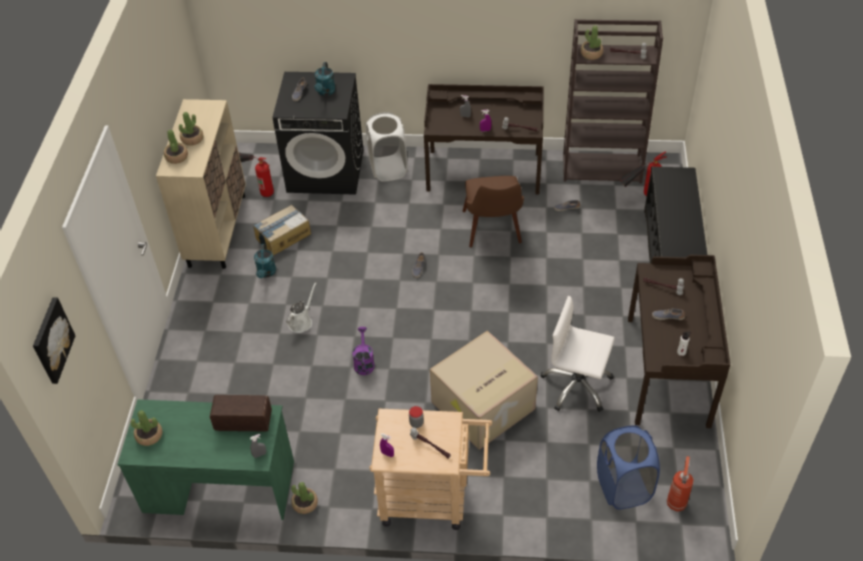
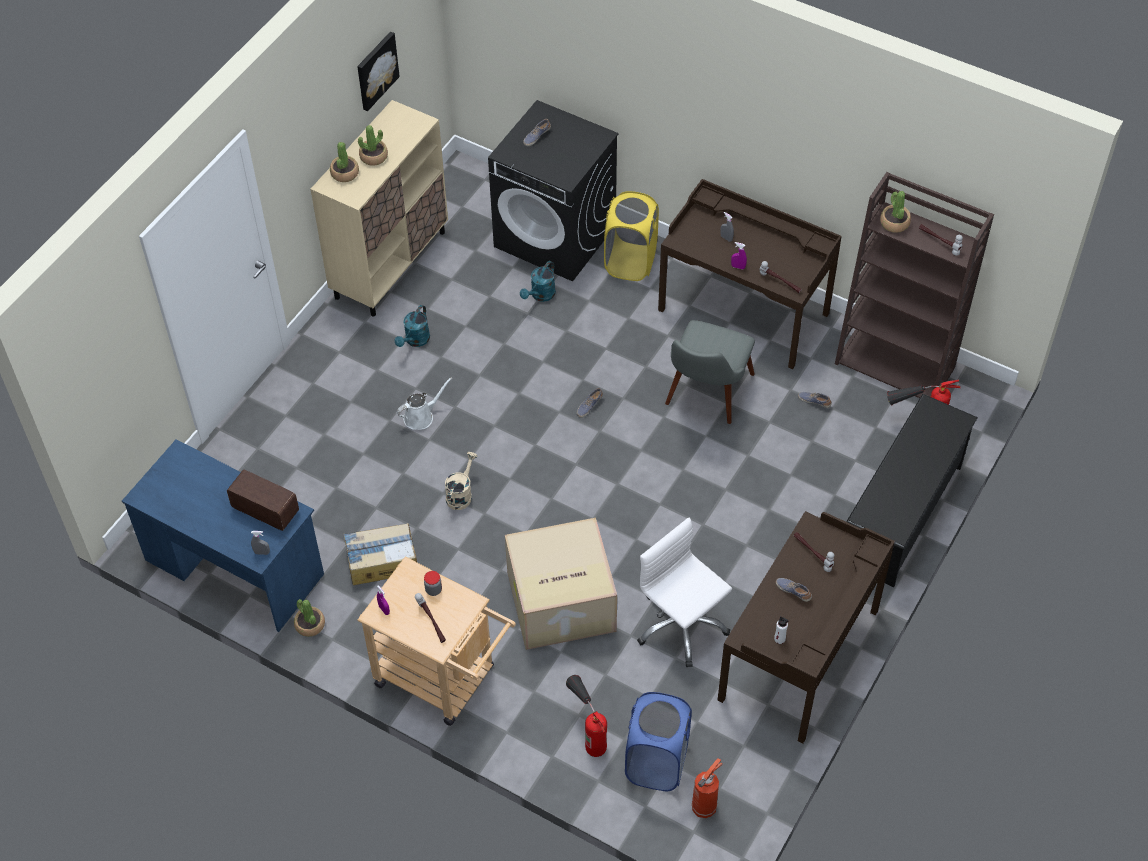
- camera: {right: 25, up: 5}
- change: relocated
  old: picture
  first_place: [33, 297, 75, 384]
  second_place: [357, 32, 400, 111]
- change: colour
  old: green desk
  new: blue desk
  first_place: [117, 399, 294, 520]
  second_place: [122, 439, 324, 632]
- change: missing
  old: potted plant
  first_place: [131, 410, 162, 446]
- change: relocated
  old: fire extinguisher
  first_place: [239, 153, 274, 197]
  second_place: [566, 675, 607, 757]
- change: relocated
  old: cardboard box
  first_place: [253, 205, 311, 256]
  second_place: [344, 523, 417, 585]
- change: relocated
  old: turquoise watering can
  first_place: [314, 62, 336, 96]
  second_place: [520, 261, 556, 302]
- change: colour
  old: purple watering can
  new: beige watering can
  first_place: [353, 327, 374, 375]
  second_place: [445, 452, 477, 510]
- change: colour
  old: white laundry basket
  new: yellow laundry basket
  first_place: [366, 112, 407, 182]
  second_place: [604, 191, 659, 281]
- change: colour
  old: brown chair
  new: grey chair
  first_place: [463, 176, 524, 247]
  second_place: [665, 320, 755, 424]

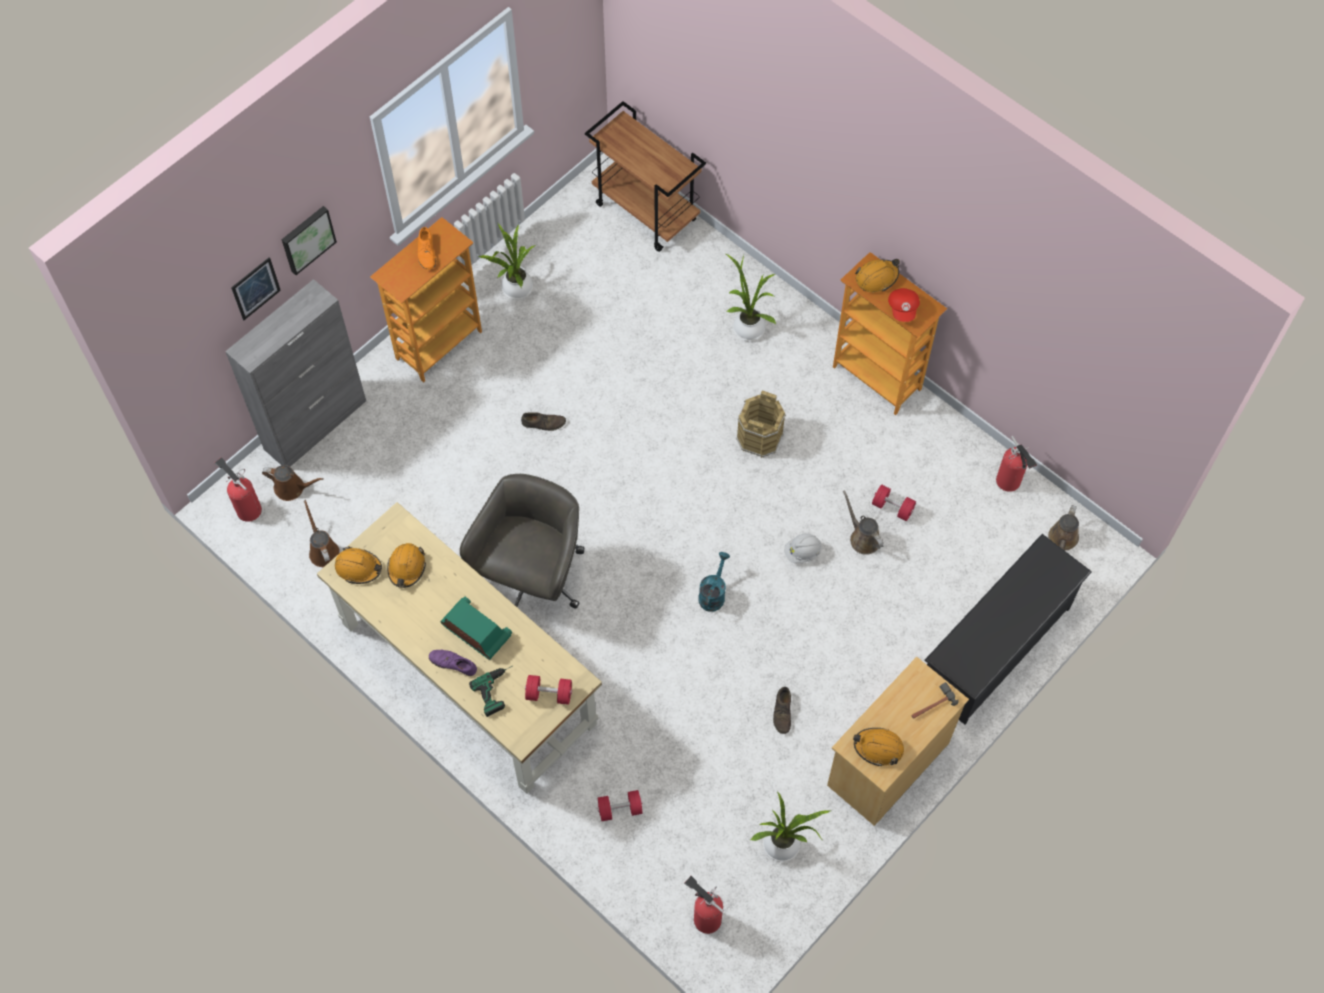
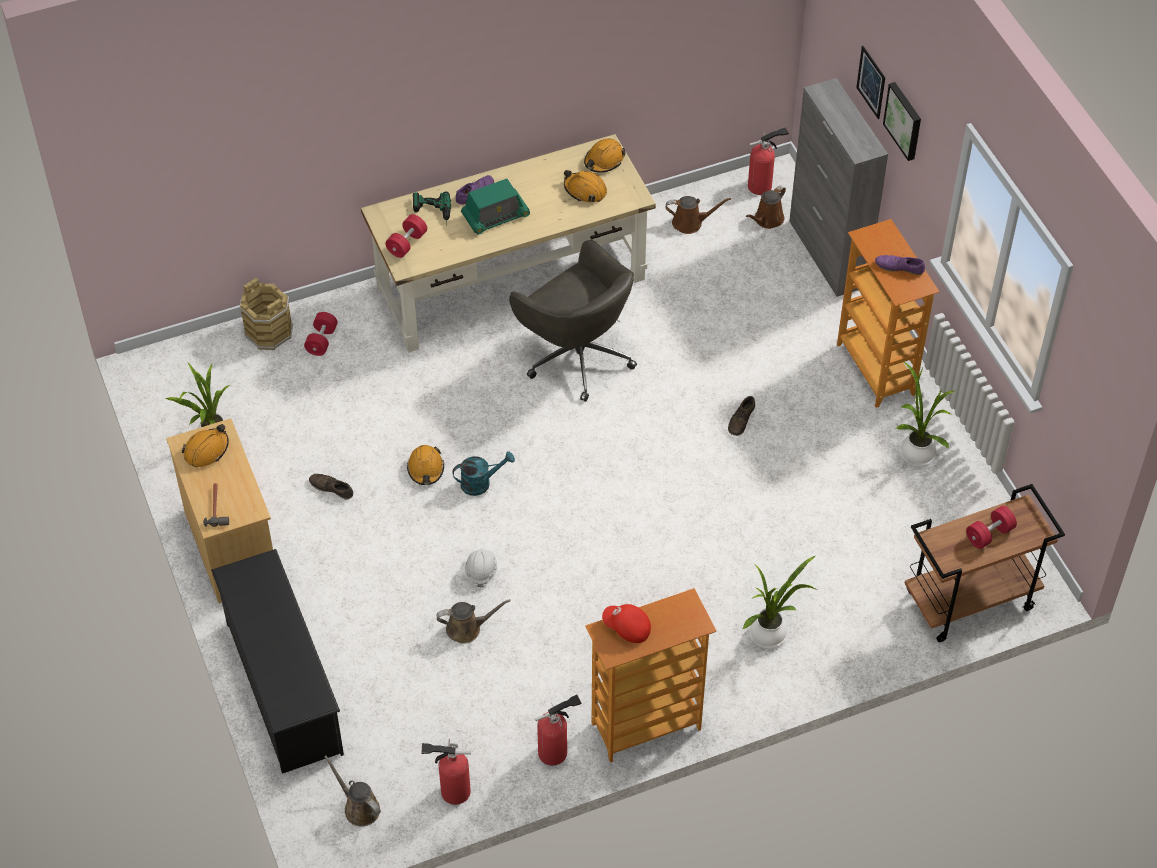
- camera: {right: 115, up: -10}
- change: colour
  old: orange shoe
  new: purple shoe
  first_place: [418, 227, 436, 269]
  second_place: [875, 255, 925, 275]
- change: relocated
  old: fire extinguisher
  first_place: [684, 876, 724, 934]
  second_place: [535, 695, 581, 766]
- change: spun
  old: turquoise watering can
  first_place: [698, 552, 730, 612]
  second_place: [452, 451, 515, 496]
  degrees: -60
- change: relocated
  old: brown bucket
  first_place: [736, 390, 786, 458]
  second_place: [240, 278, 293, 350]
- change: relocated
  old: orange hard hat
  first_place: [855, 259, 900, 292]
  second_place: [407, 445, 444, 485]
- change: relocated
  old: red dumbbell
  first_place: [872, 485, 916, 521]
  second_place: [966, 506, 1017, 549]

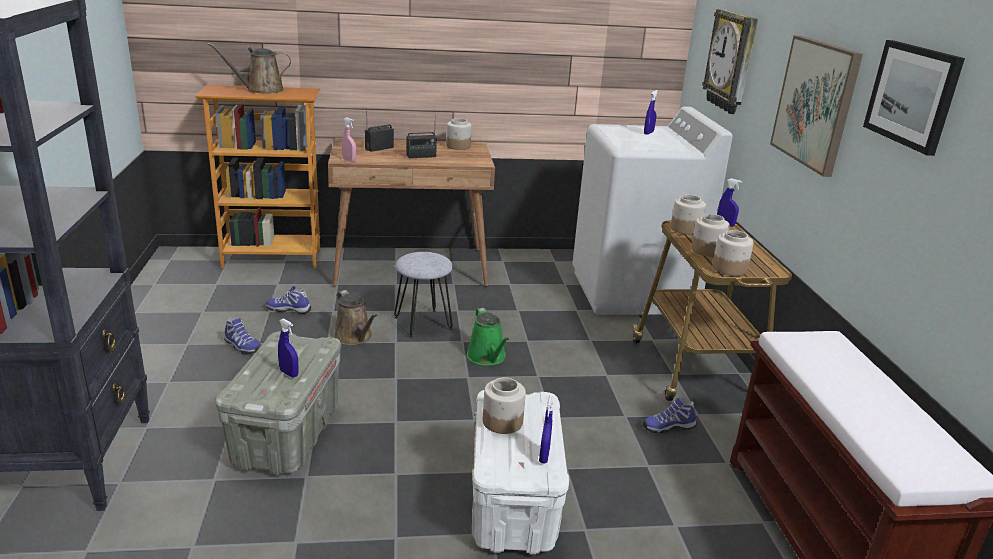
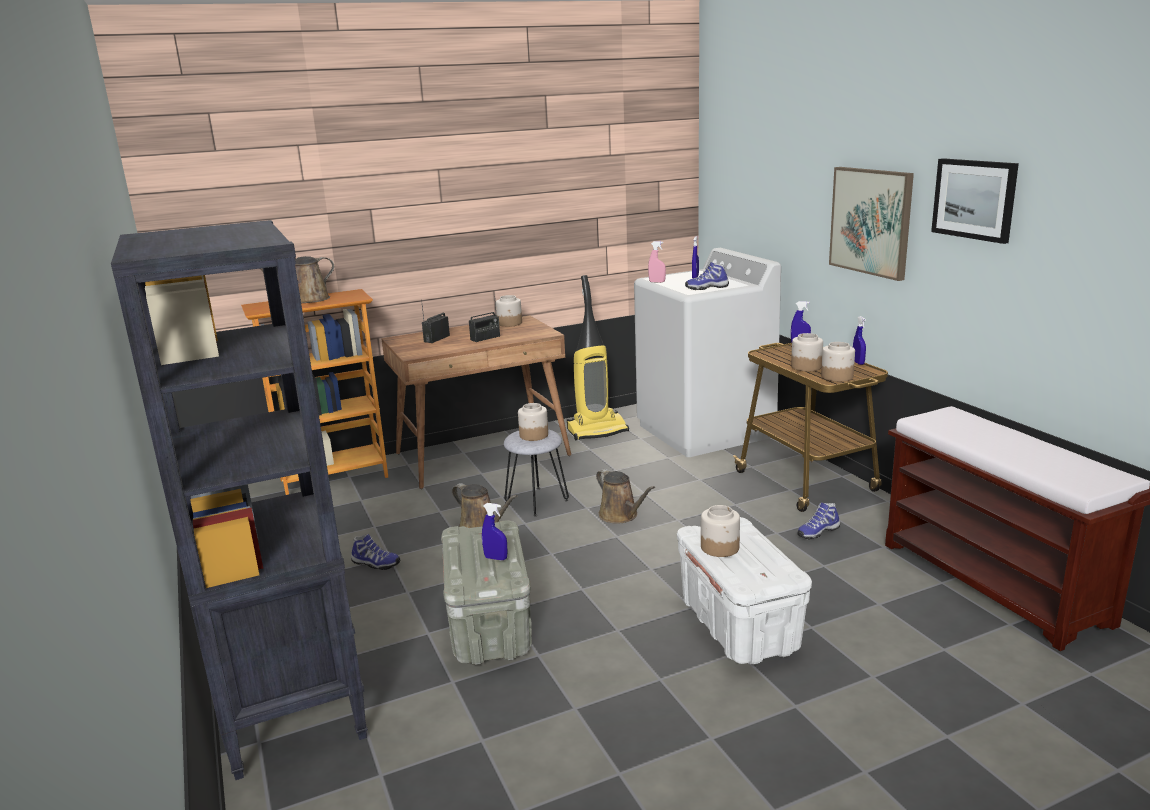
- camera: {right: -15, up: -5}
- change: relocated
  old: shoe
  first_place: [266, 286, 311, 314]
  second_place: [685, 262, 729, 290]
- change: relocated
  old: pink spray bottle
  first_place: [342, 117, 356, 162]
  second_place: [648, 241, 666, 283]
- change: colour
  old: green watering can
  new: brown watering can
  first_place: [467, 308, 509, 366]
  second_place: [596, 469, 655, 524]
- change: relocated
  old: blue spray bottle
  first_place: [539, 396, 553, 463]
  second_place: [853, 316, 866, 365]
- change: relocated
  old: jar
  first_place: [670, 195, 706, 235]
  second_place: [518, 403, 548, 441]
- change: missing
  old: wall clock
  first_place: [702, 9, 758, 114]
- change: appeared
  new: vacuum cleaner
  second_place: [567, 275, 629, 440]

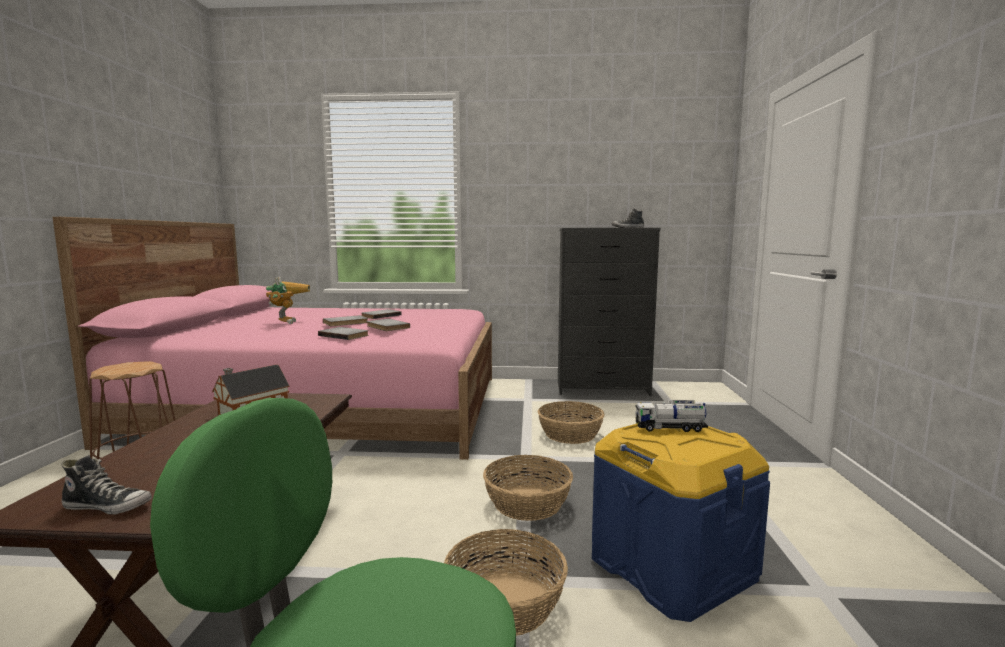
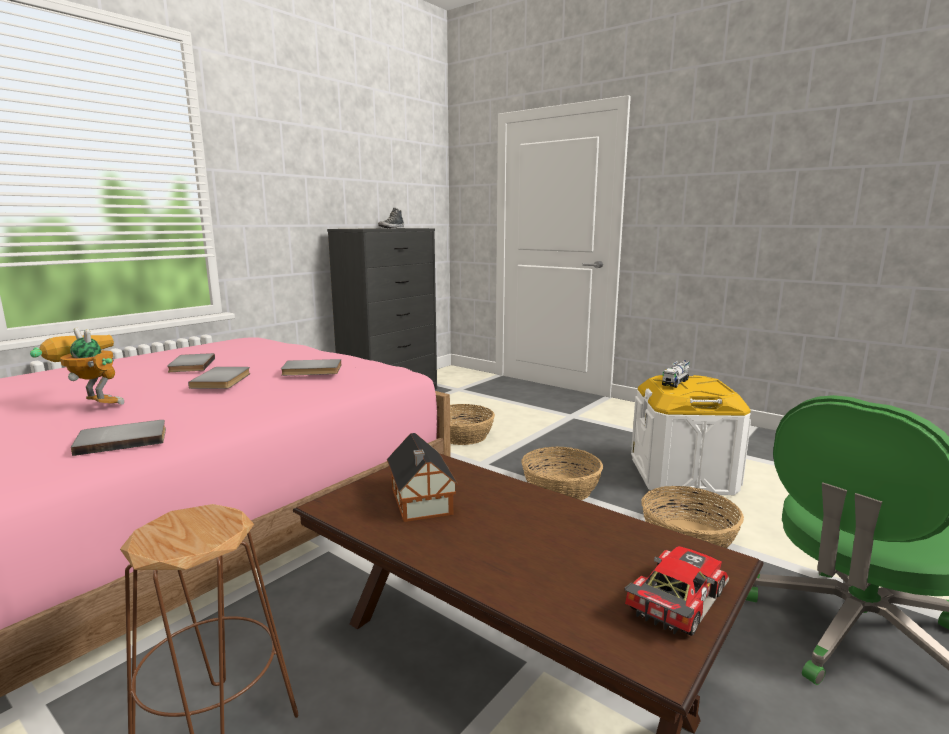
- camera: {right: -55, up: 5}
- change: exchanged
  old: shoe
  new: toy car
  first_place: [62, 455, 152, 515]
  second_place: [624, 546, 729, 636]
- change: relocated
  old: grey book
  first_place: [318, 327, 369, 340]
  second_place: [71, 420, 166, 456]
- change: colour
  old: blue storage box
  new: white storage box
  first_place: [592, 424, 770, 622]
  second_place: [631, 375, 751, 495]

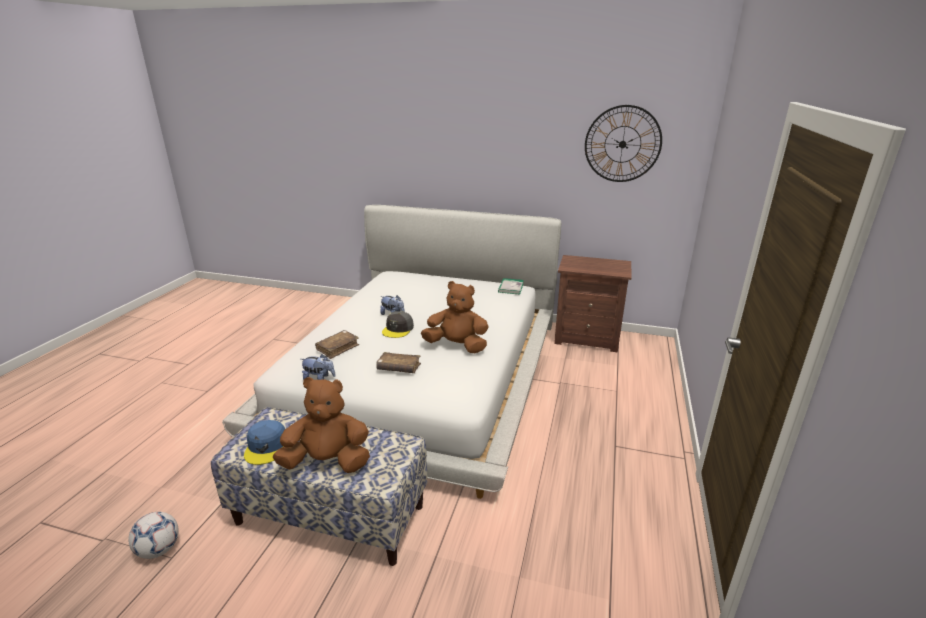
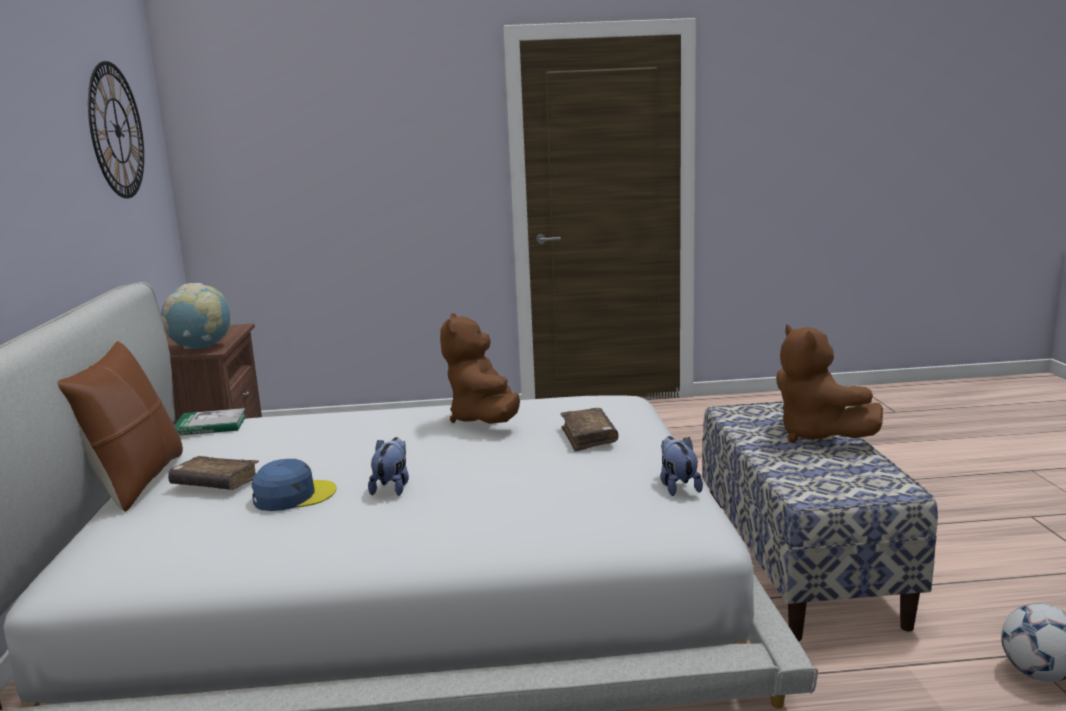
- camera: {right: -110, up: -10}
- change: relocated
  old: blue cap
  first_place: [244, 420, 285, 465]
  second_place: [252, 459, 337, 511]
- change: relocated
  old: brown book
  first_place: [315, 330, 359, 359]
  second_place: [168, 456, 259, 490]
- change: missing
  old: grey cap
  first_place: [382, 311, 414, 338]
- change: appeared
  new: brown pillow
  second_place: [57, 341, 183, 512]
- change: appeared
  new: globe
  second_place: [161, 283, 231, 349]

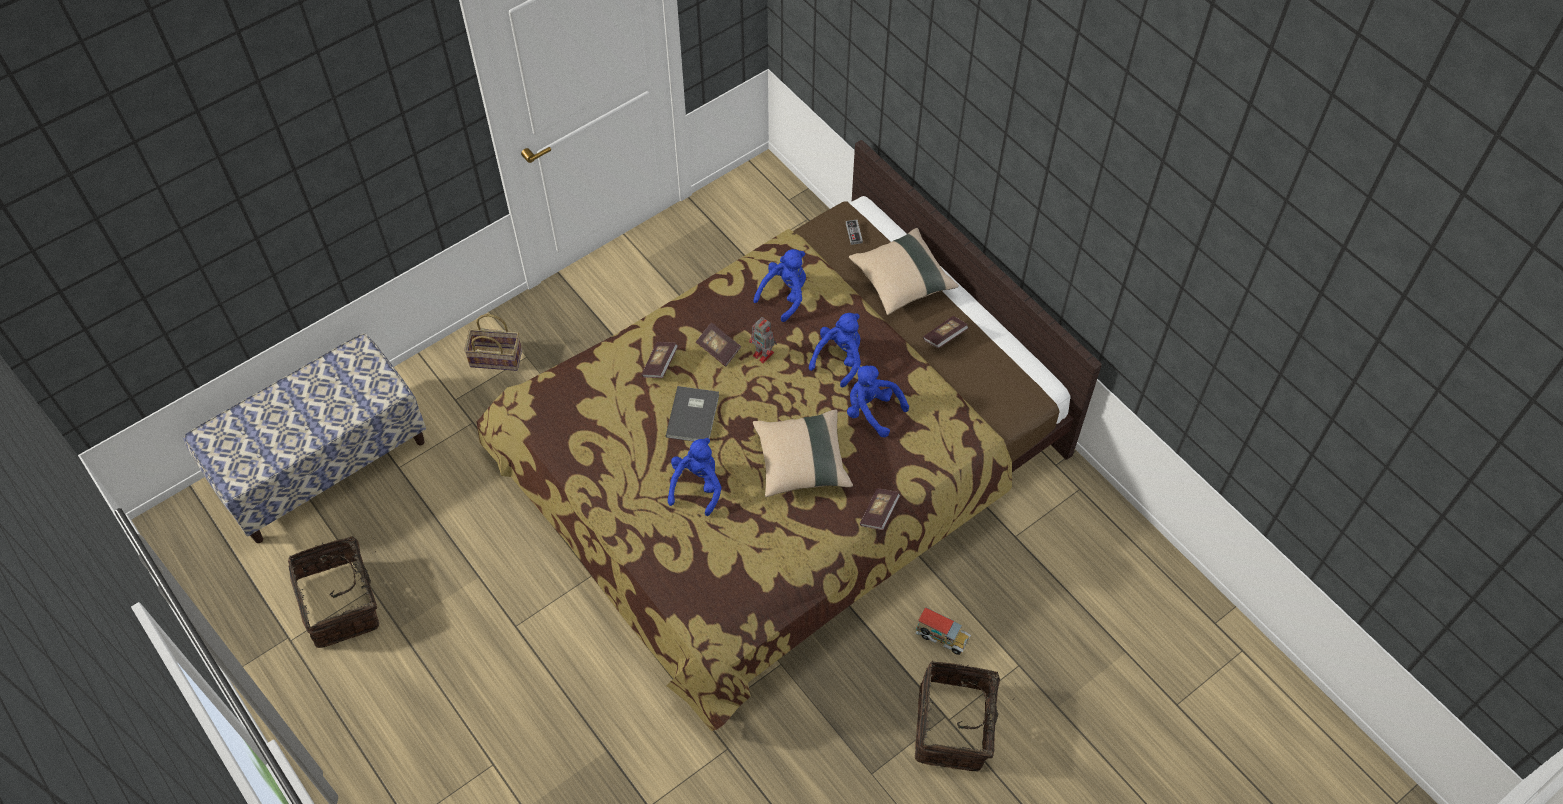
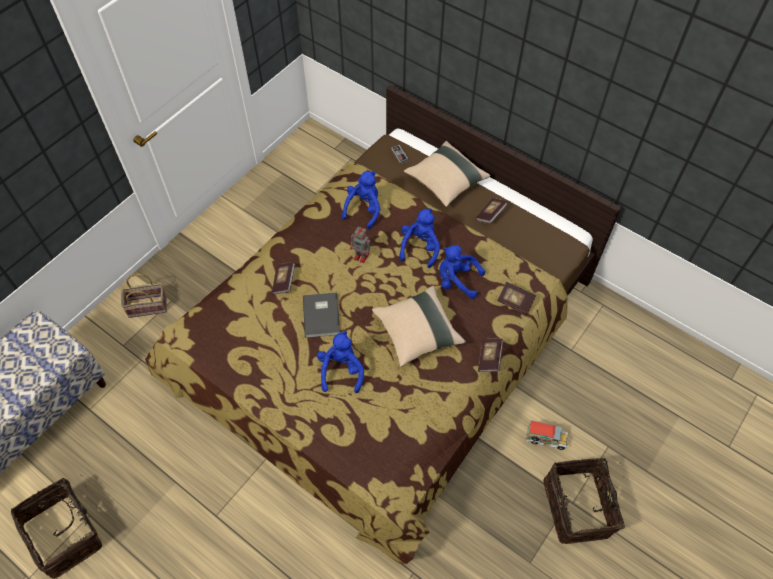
- camera: {right: -15, up: 0}
- change: relocated
  old: book
  first_place: [696, 322, 741, 367]
  second_place: [497, 282, 536, 314]

